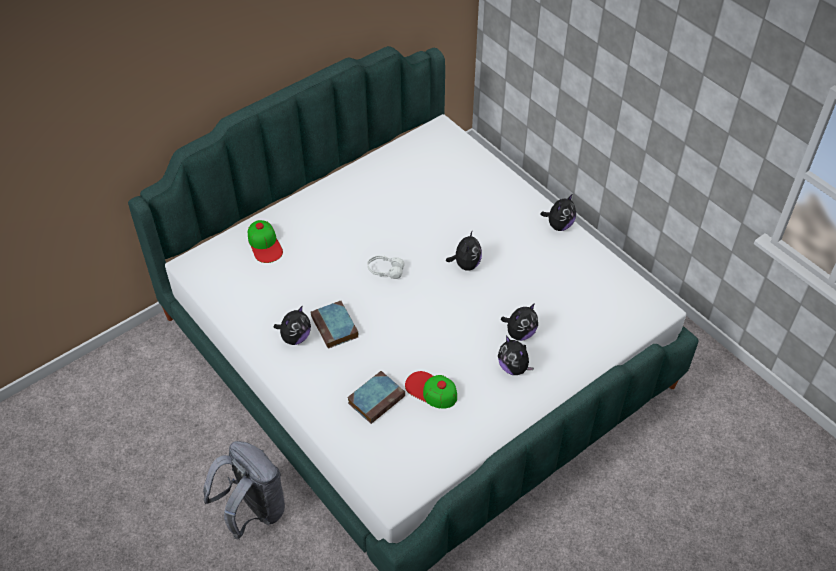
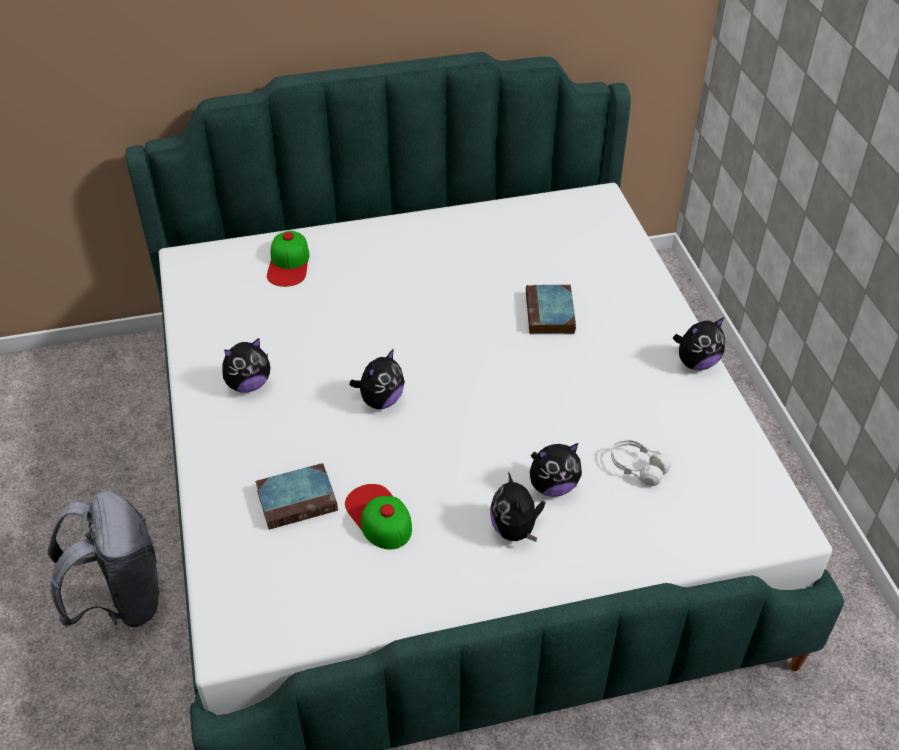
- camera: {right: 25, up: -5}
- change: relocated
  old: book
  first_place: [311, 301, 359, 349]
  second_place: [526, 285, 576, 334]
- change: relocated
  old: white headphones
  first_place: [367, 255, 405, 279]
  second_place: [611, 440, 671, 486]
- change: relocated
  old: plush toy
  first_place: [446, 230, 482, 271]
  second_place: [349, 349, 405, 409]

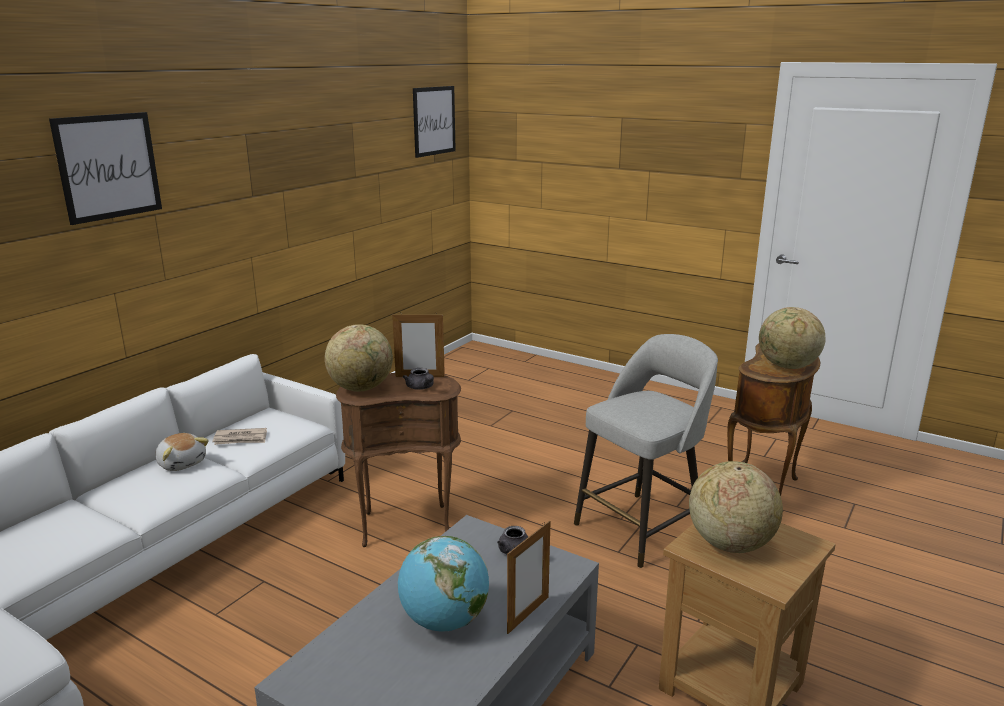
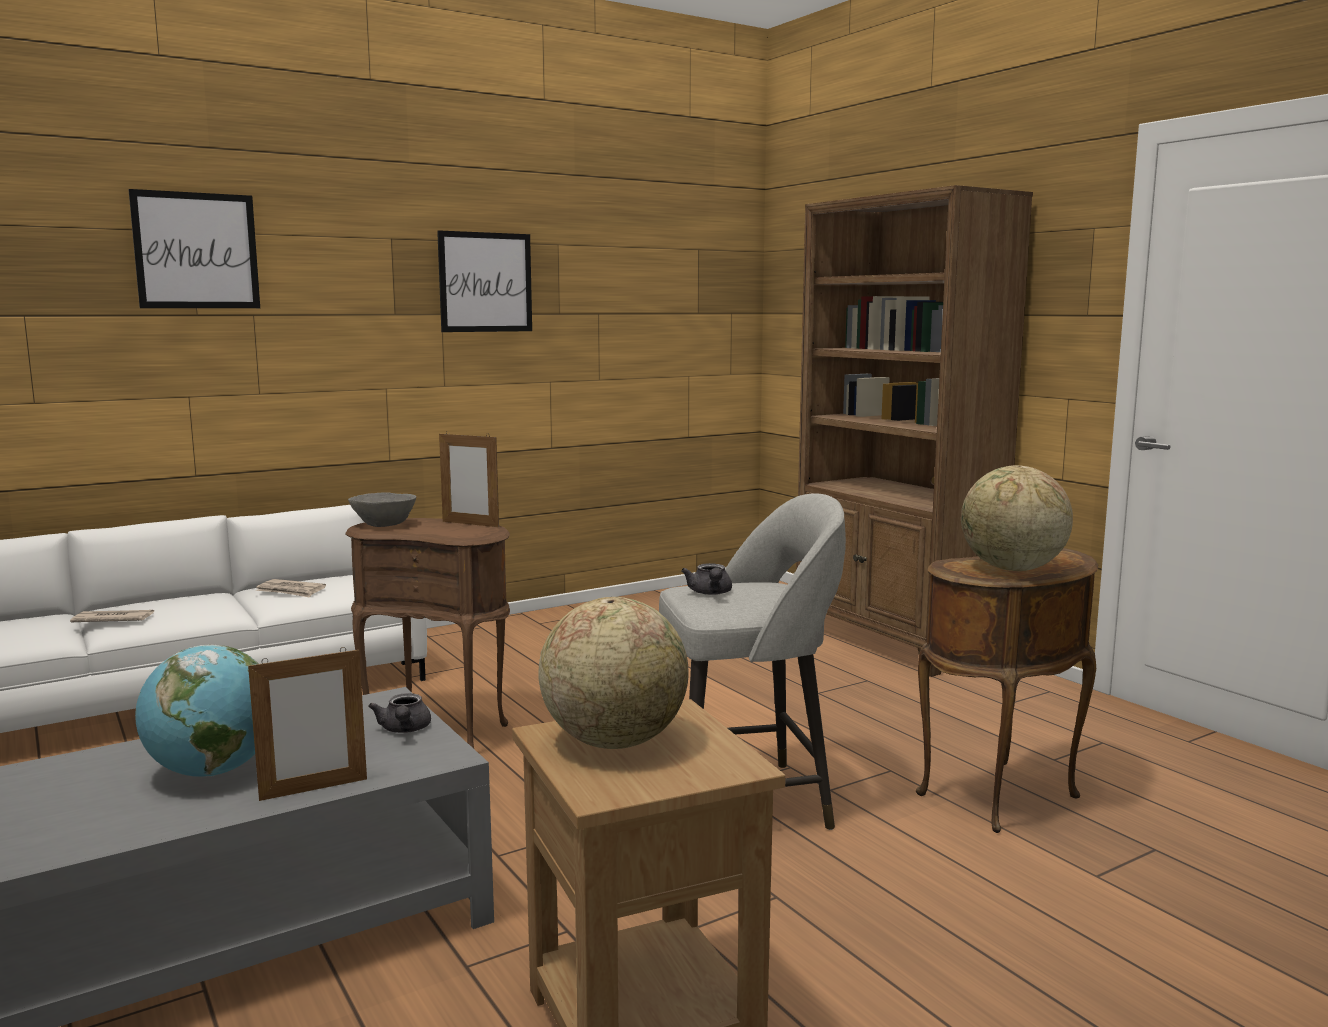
- camera: {right: 25, up: -10}
- change: missing
  old: plush toy
  first_place: [156, 433, 209, 471]
- change: exchanged
  old: globe
  new: grey bowl
  first_place: [325, 324, 393, 392]
  second_place: [348, 492, 416, 527]
- change: relocated
  old: grey teapot
  first_place: [403, 368, 434, 390]
  second_place: [681, 563, 732, 595]
- change: relocated
  old: picture
  first_place: [413, 86, 456, 158]
  second_place: [437, 230, 532, 332]
- change: appeared
  new: newspaper
  second_place: [70, 610, 154, 622]
- change: appeared
  new: brown bookcase
  second_place: [796, 185, 1033, 677]

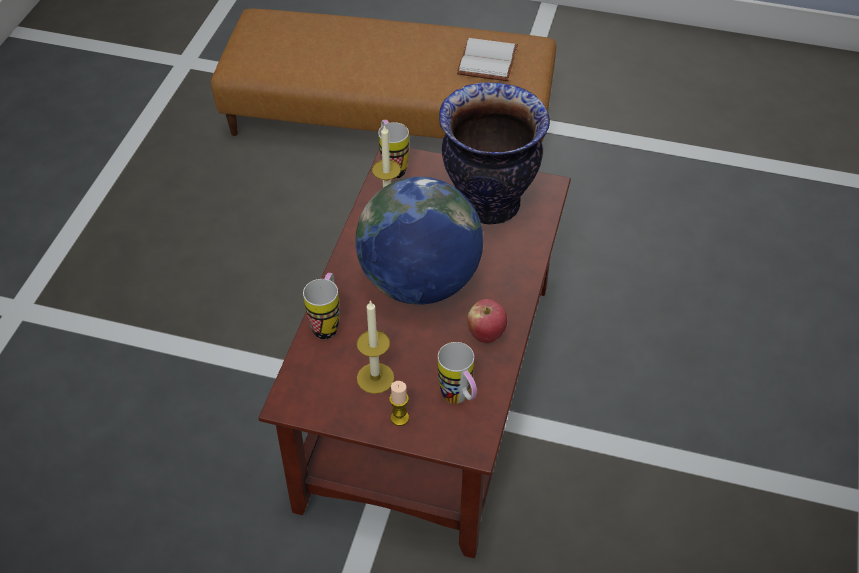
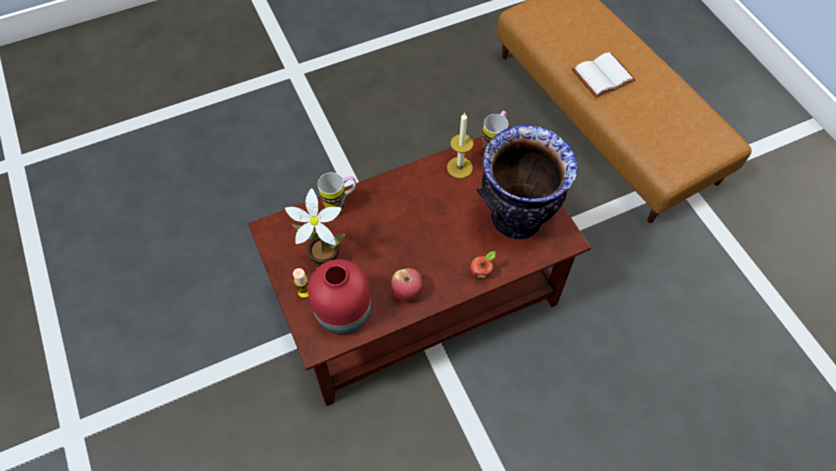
- camera: {right: 50, up: 10}
- change: missing
  old: globe
  first_place: [355, 177, 483, 305]
- change: exchanged
  old: candle
  new: potted plant
  first_place: [357, 300, 394, 394]
  second_place: [285, 188, 345, 267]
- change: exchanged
  old: mug
  new: red vase
  first_place: [438, 342, 477, 404]
  second_place: [308, 259, 371, 334]
- change: relocated
  old: white book
  first_place: [457, 38, 518, 81]
  second_place: [572, 52, 636, 98]
- change: appeared
  new: apple
  second_place: [470, 251, 496, 278]

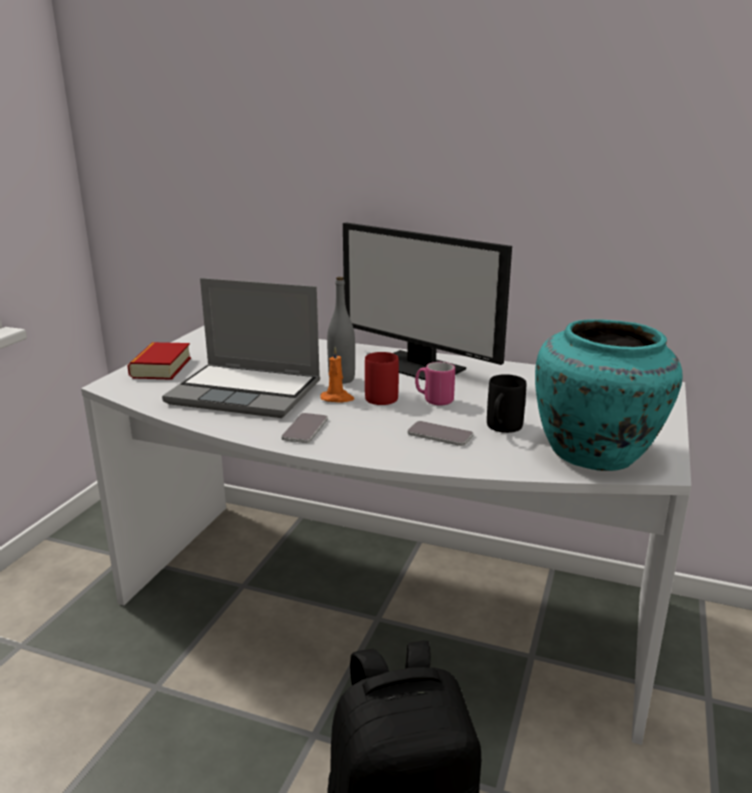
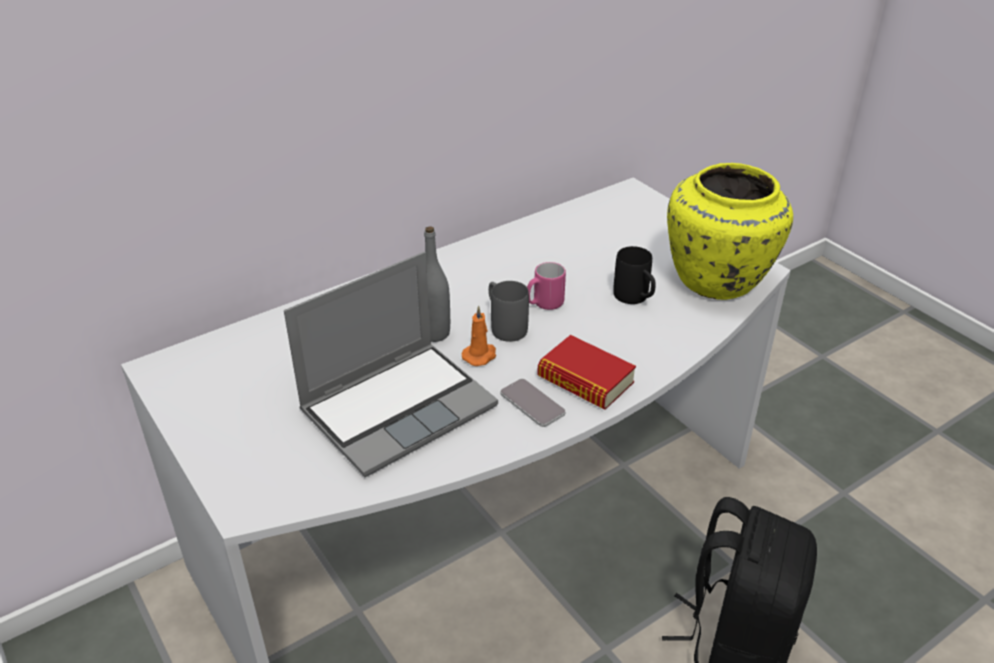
- camera: {right: -55, up: 15}
- change: relocated
  old: book
  first_place: [127, 342, 191, 380]
  second_place: [537, 335, 636, 410]
- change: missing
  old: monitor
  first_place: [343, 223, 512, 380]
- change: colour
  old: red mug
  new: grey mug
  first_place: [365, 352, 399, 405]
  second_place: [489, 281, 529, 342]
- change: missing
  old: phone
  first_place: [407, 421, 473, 446]
- change: colour
  old: turquoise vase
  new: yellow vase
  first_place: [535, 319, 683, 471]
  second_place: [667, 163, 793, 300]

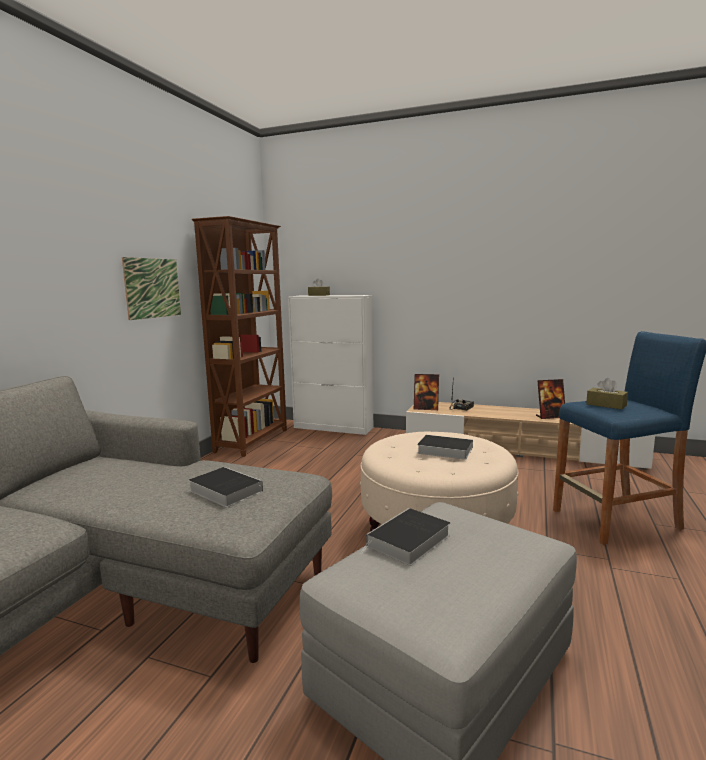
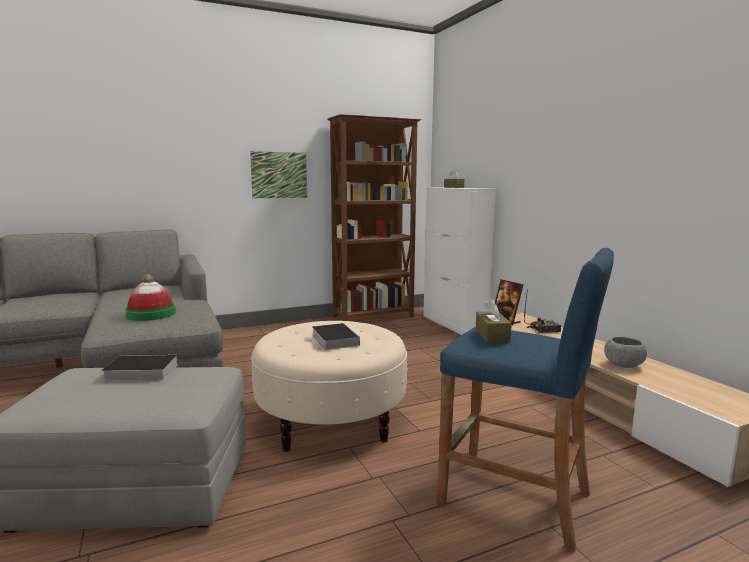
- camera: {right: 45, up: 0}
- change: exchanged
  old: book
  new: hat
  first_place: [189, 467, 263, 507]
  second_place: [125, 274, 176, 321]
- change: exchanged
  old: picture frame
  new: grey bowl
  first_place: [536, 379, 565, 419]
  second_place: [604, 337, 647, 368]

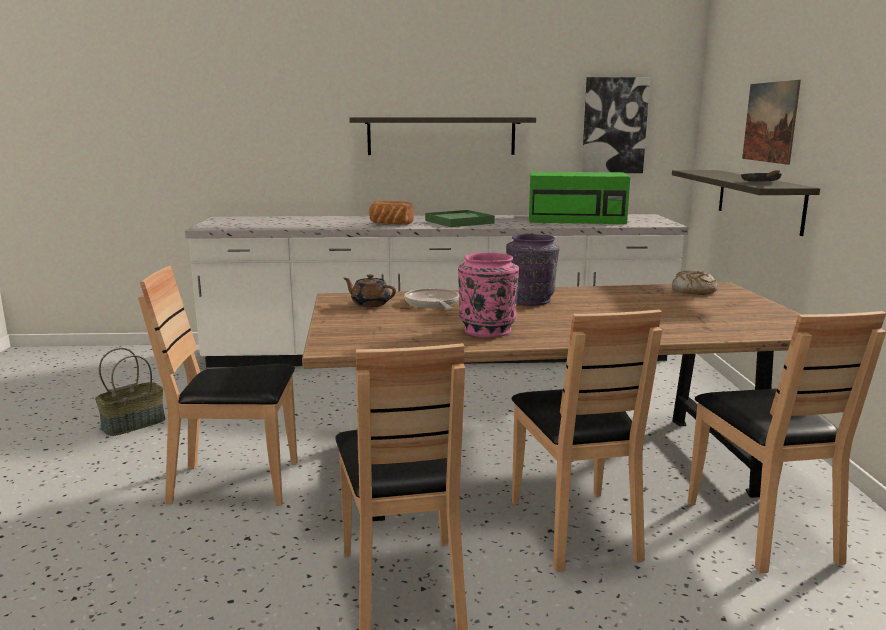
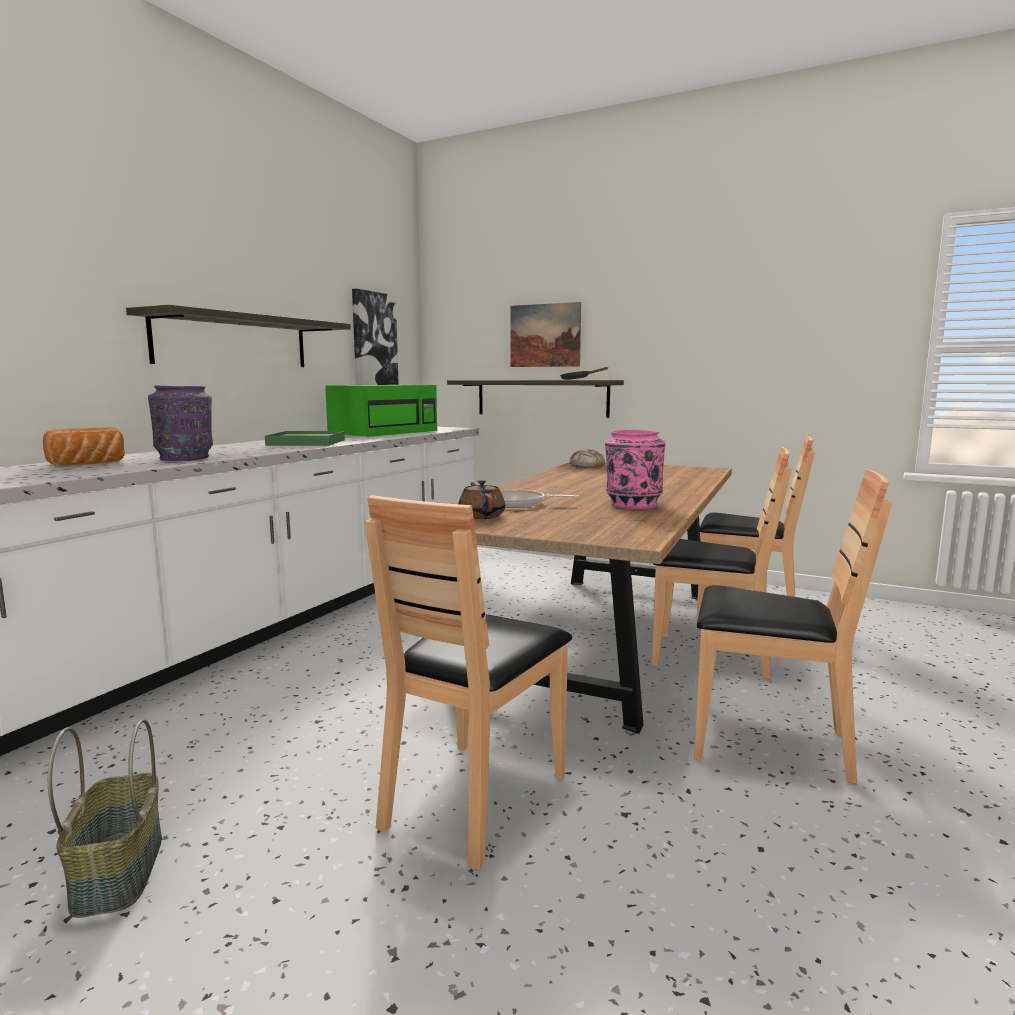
- camera: {right: -60, up: -5}
- change: spun
  old: brown teapot
  first_place: [343, 274, 396, 307]
  second_place: [459, 480, 505, 519]
  degrees: 105
- change: relocated
  old: bread
  first_place: [369, 201, 414, 224]
  second_place: [43, 428, 125, 466]
- change: relocated
  old: purple vase
  first_place: [506, 234, 560, 306]
  second_place: [148, 386, 213, 461]

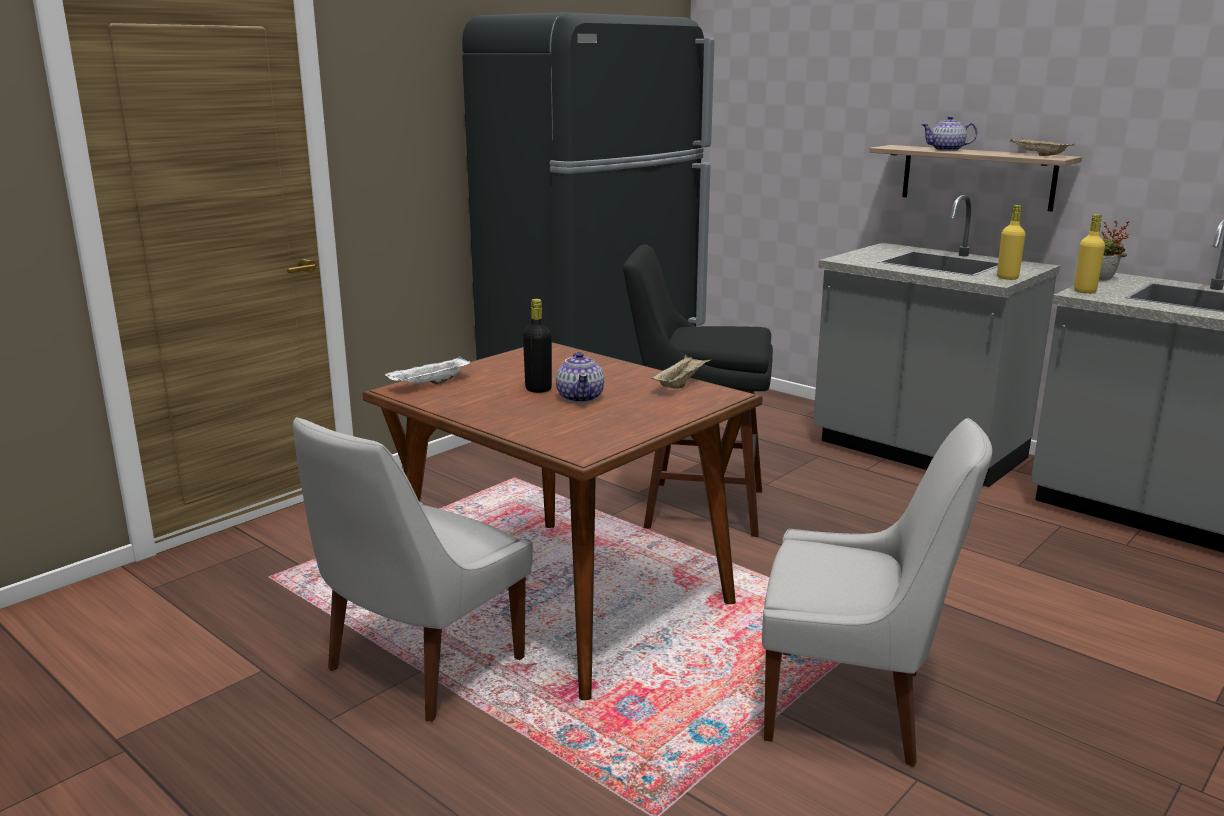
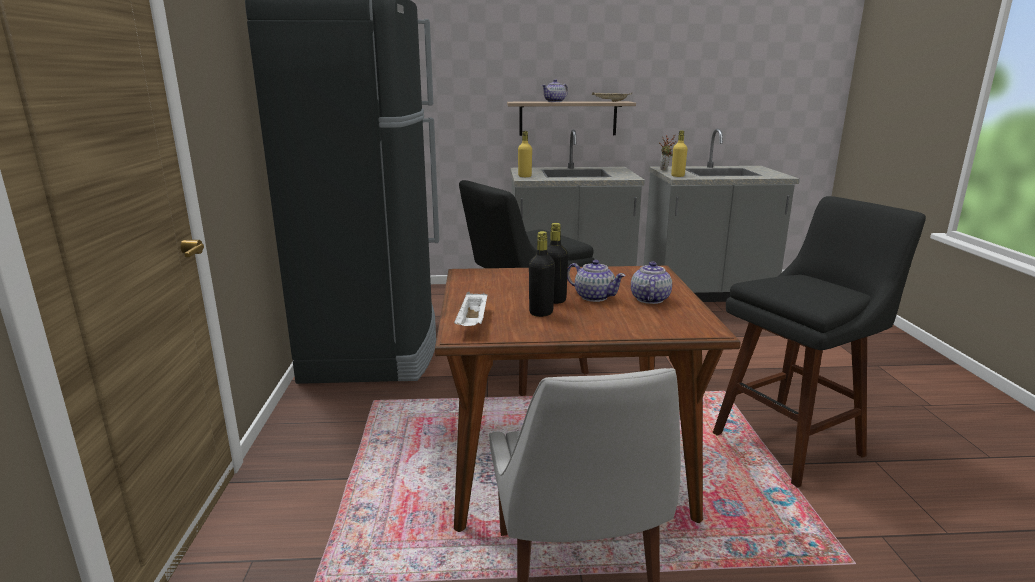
- camera: {right: -45, up: 0}
- change: missing
  old: beige tray
  first_place: [651, 355, 711, 389]
- change: exchanged
  old: white chair
  new: black stool
  first_place: [762, 418, 992, 767]
  second_place: [713, 196, 926, 488]
- change: relocated
  old: yellow bottle
  first_place: [997, 205, 1025, 280]
  second_place: [518, 131, 532, 177]
- change: appeared
  new: black bottle
  second_place: [529, 231, 555, 317]
- change: appeared
  new: teapot
  second_place: [631, 262, 672, 304]

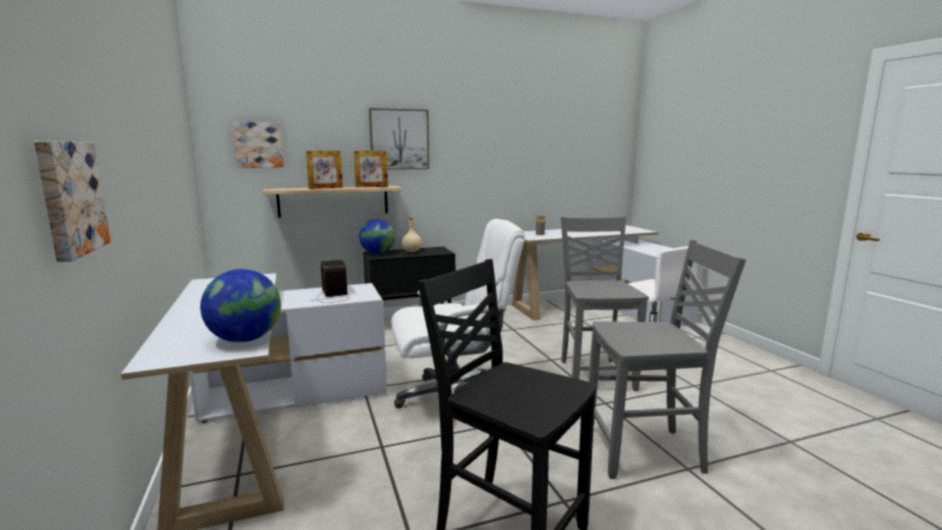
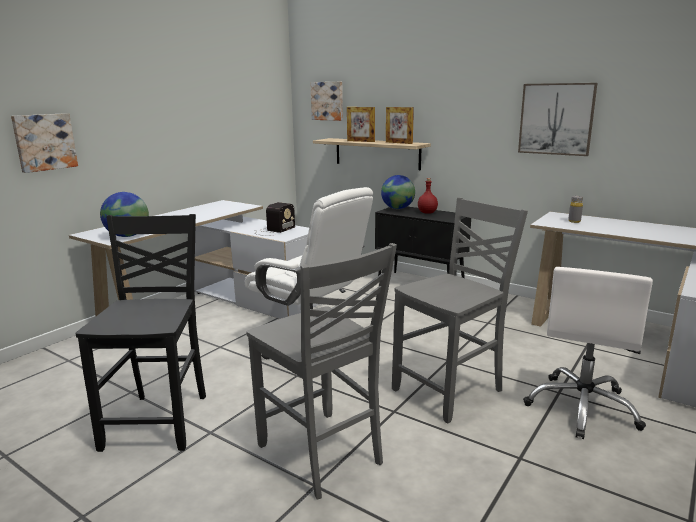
- camera: {right: 55, up: 5}
- change: relocated
  old: picture
  first_place: [369, 108, 429, 170]
  second_place: [518, 83, 597, 156]
- change: colour
  old: beige bottle
  new: red bottle
  first_place: [402, 218, 422, 252]
  second_place: [418, 178, 438, 214]

